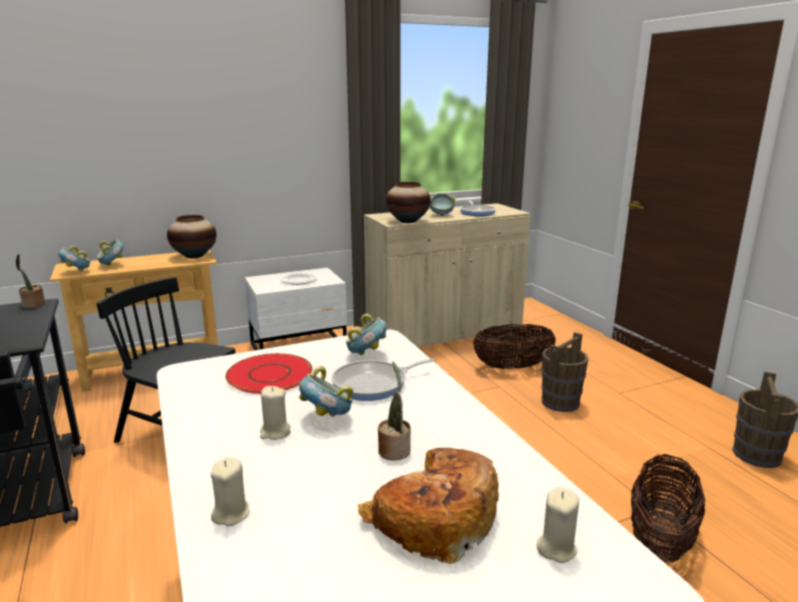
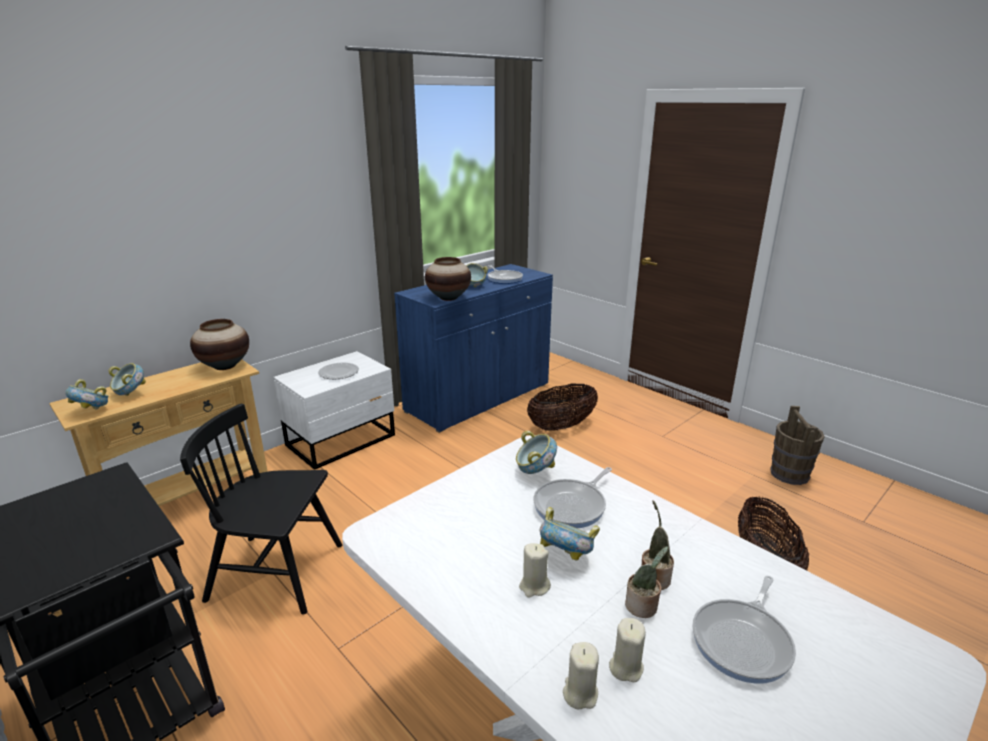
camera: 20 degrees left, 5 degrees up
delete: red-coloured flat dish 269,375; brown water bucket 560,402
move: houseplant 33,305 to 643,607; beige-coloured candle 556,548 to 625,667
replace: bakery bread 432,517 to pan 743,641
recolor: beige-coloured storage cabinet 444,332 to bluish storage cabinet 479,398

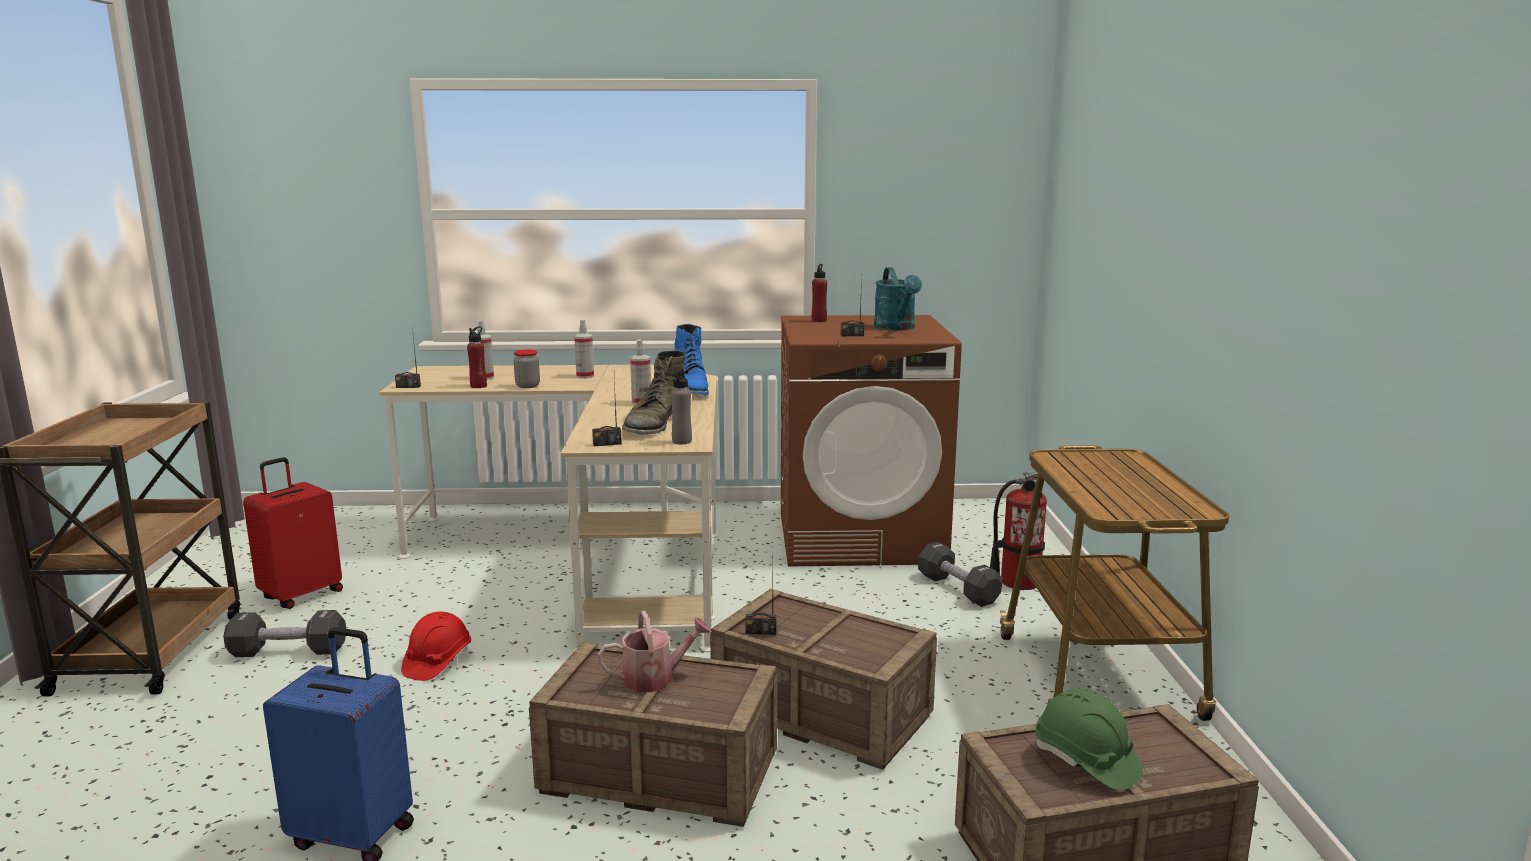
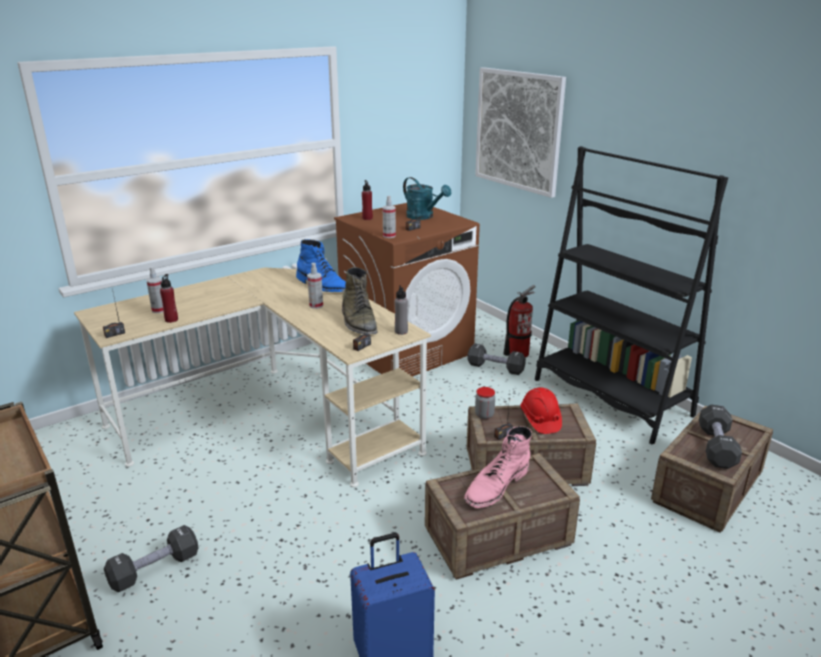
camera: 35 degrees left, 10 degrees up
delete: red-coloured suitcase 301,595
insert: wall art 518,130
move: red-coloured safety helmet 437,662 to 540,420; storage jar 527,386 to 484,415; sprayer 585,376 to 389,236
replace: watering pot 655,678 to pinkish boot 496,486; wheeled cart 1099,679 to black bookshelf 611,397; greenish safety helmet 1085,761 to black free weight 716,447

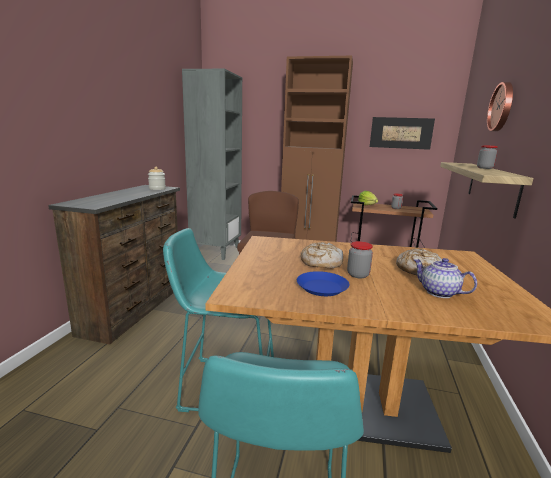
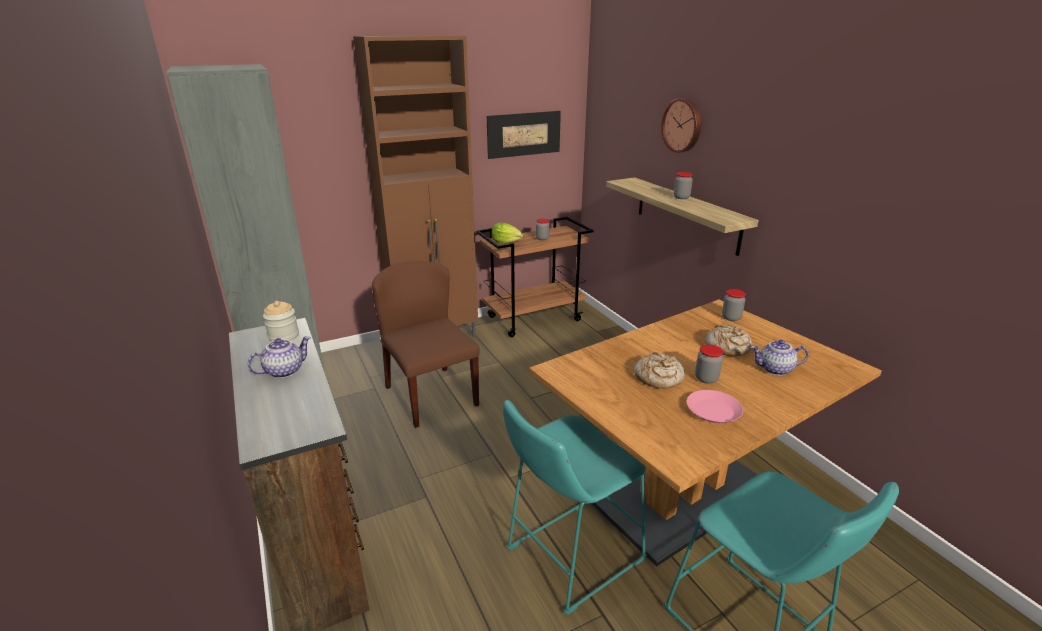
camera: 40 degrees left, 10 degrees up
insert: tea pot 284,371; storage jar 731,317
recolor: bluish flat dish 322,288 to pinkish flat dish 714,411

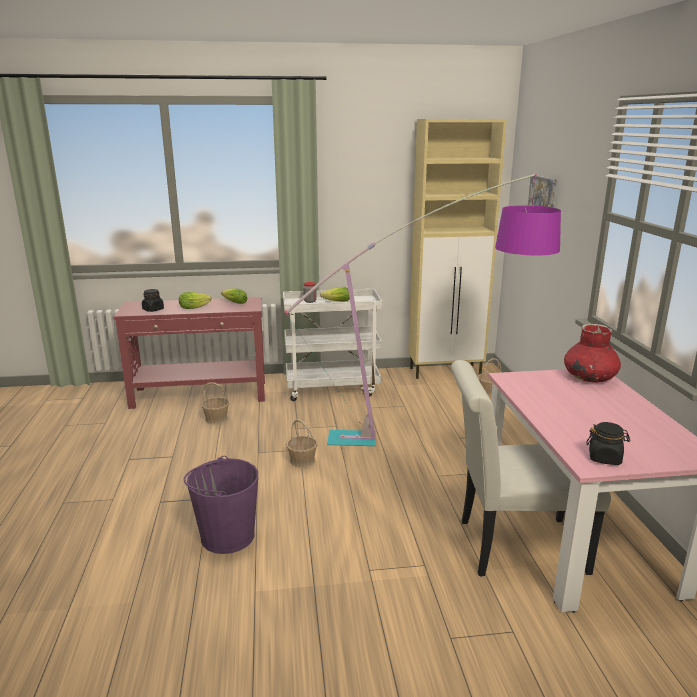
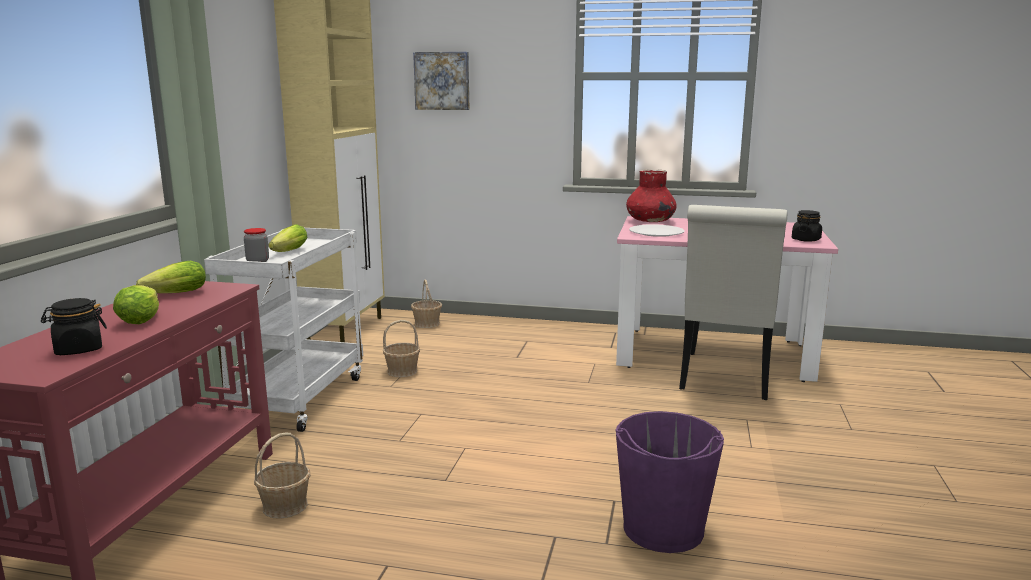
camera: 70 degrees left, 5 degrees down
delete: standing lamp 437,440
insert: white flat dish 656,232
move: storage basket 302,461 to 402,371

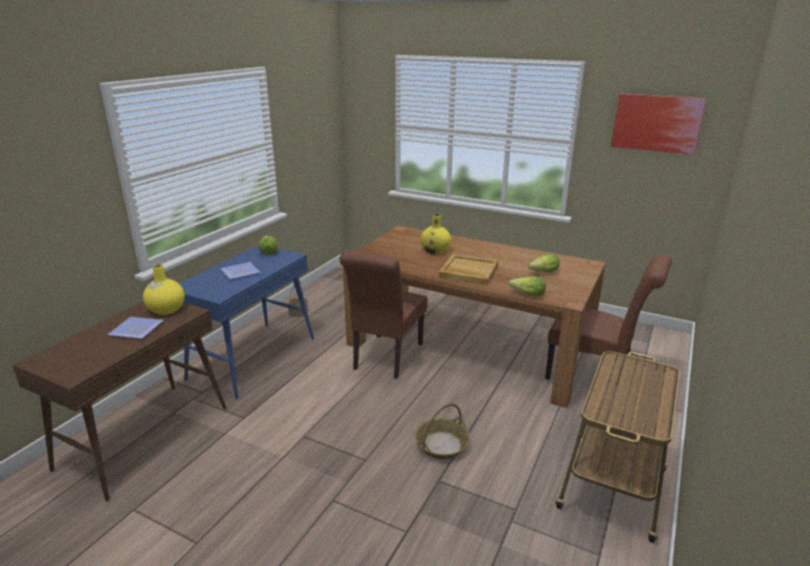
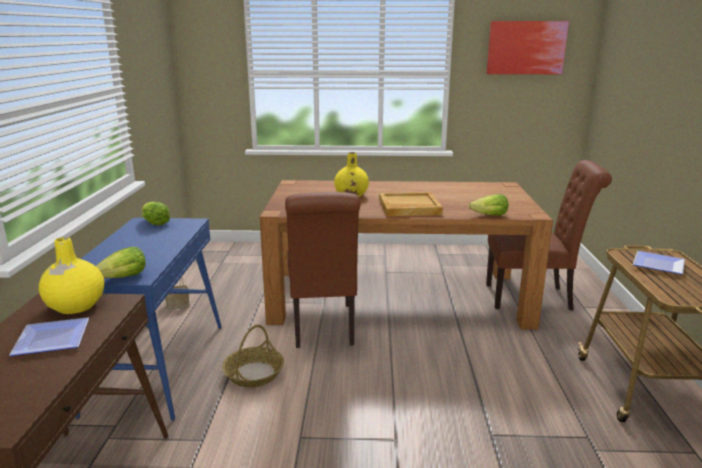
camera: 25 degrees left, 5 degrees down
move: flat dish 239,273 to 660,265; storage basket 442,444 to 254,373; head of lettuce 544,272 to 123,278

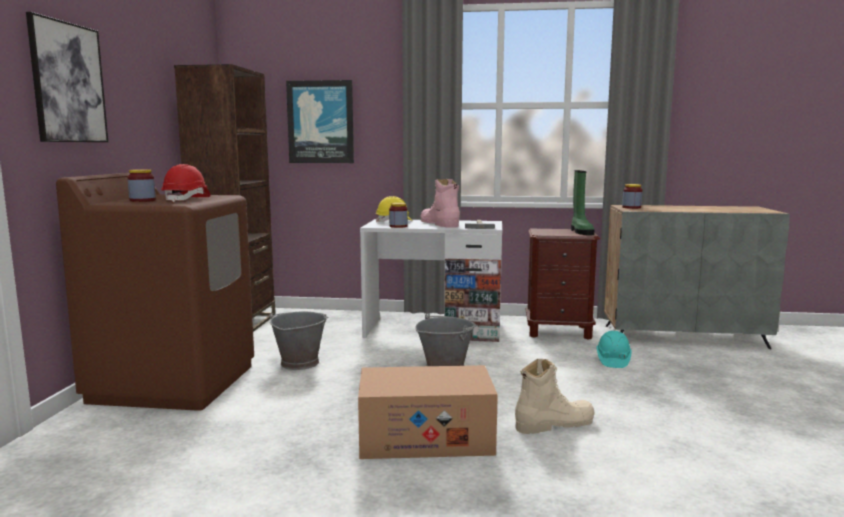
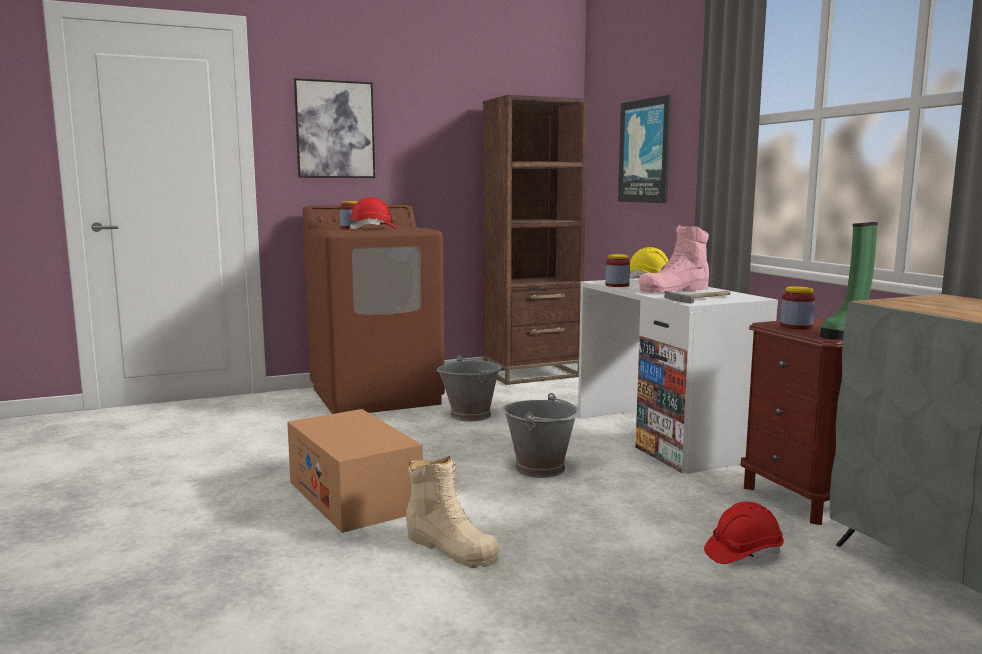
camera: 60 degrees right, 0 degrees up
move: storage jar 631,207 to 796,326
recolor: turquoise-coloured safety helmet 613,360 to red-coloured safety helmet 743,553
rotate: pinkish boot 439,224 = 674,290 150 degrees counterclockwise

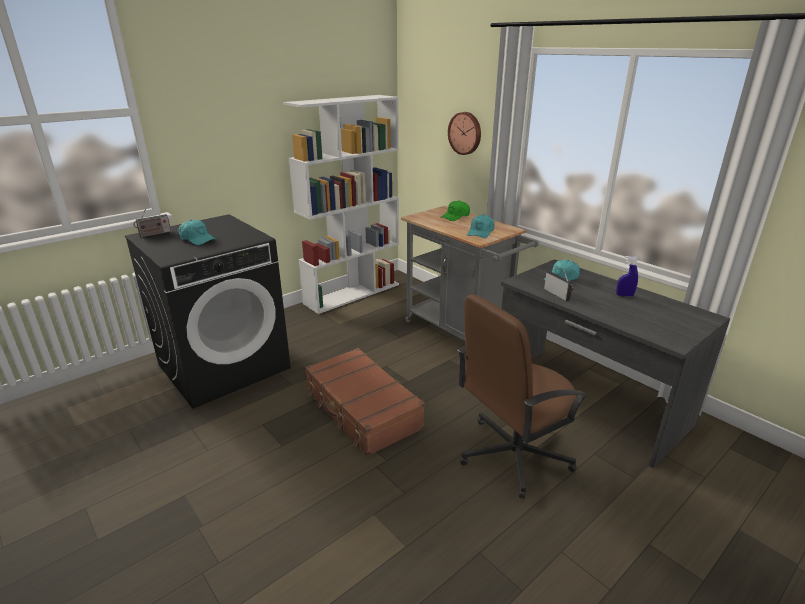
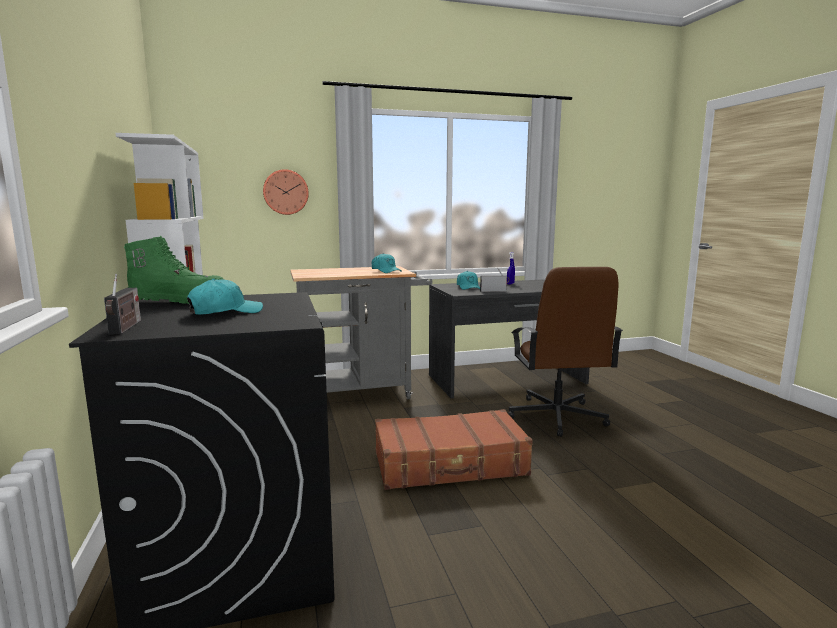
camera: 65 degrees left, 15 degrees down
delete: greenish cap 455,216
insert: greenish boot 180,301

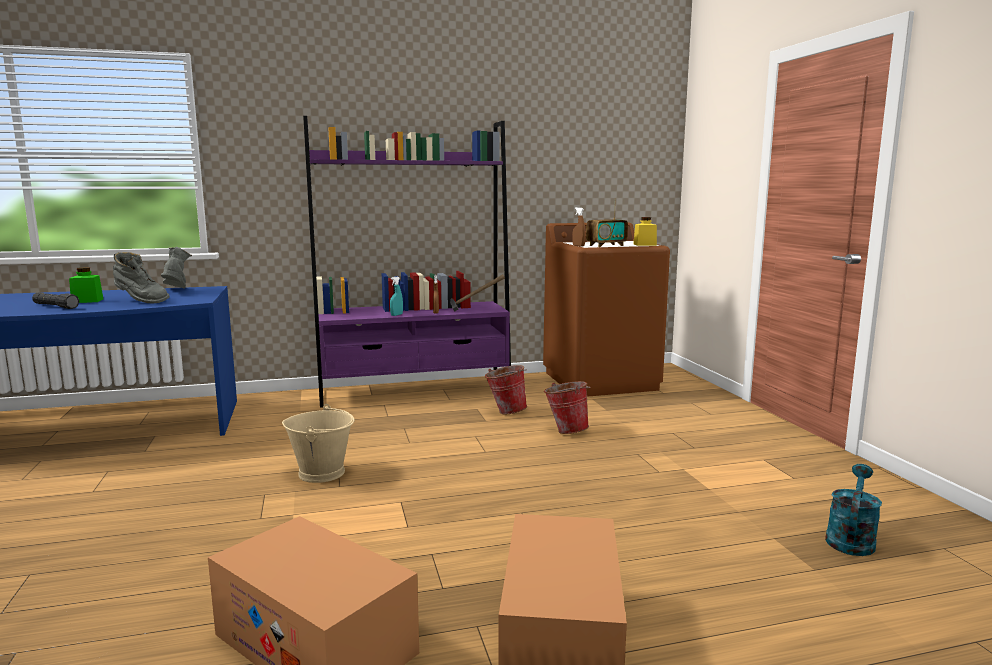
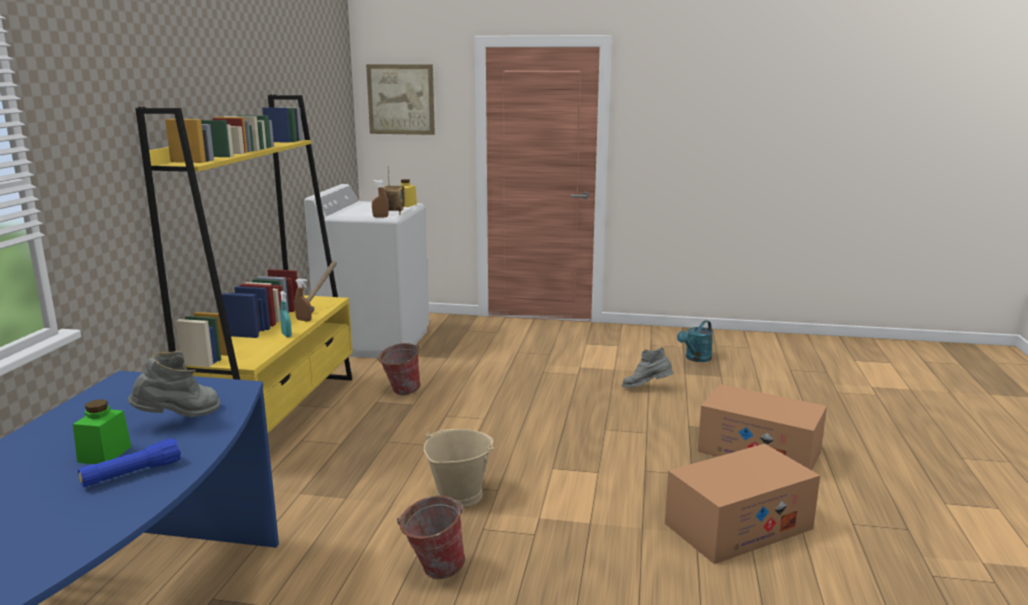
camera: 65 degrees left, 5 degrees up
insert: wall art 401,99
move: gray boot 176,291 to 646,388; water bucket 566,430 to 433,570
recolor: black torch 55,307 to bluish torch 132,474; purple-coloured bookshelf 415,390 to yellowish bookshelf 279,418; brown laundry appliance 601,381 to white laundry appliance 374,341
rotate: turquoise-coloured watering pot 850,538 = 695,359 105 degrees counterclockwise

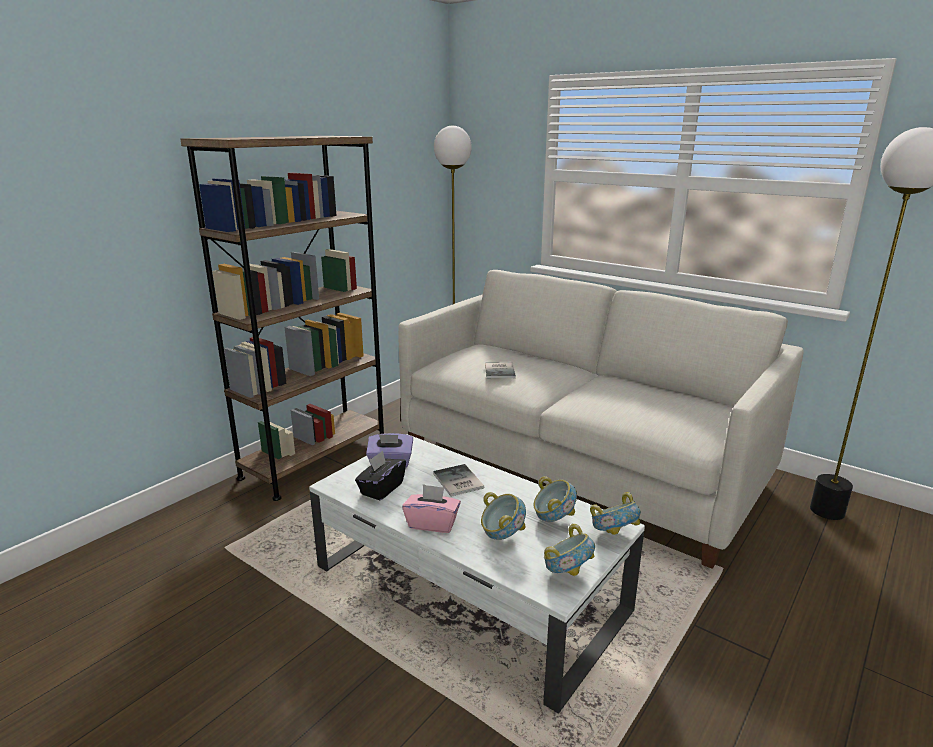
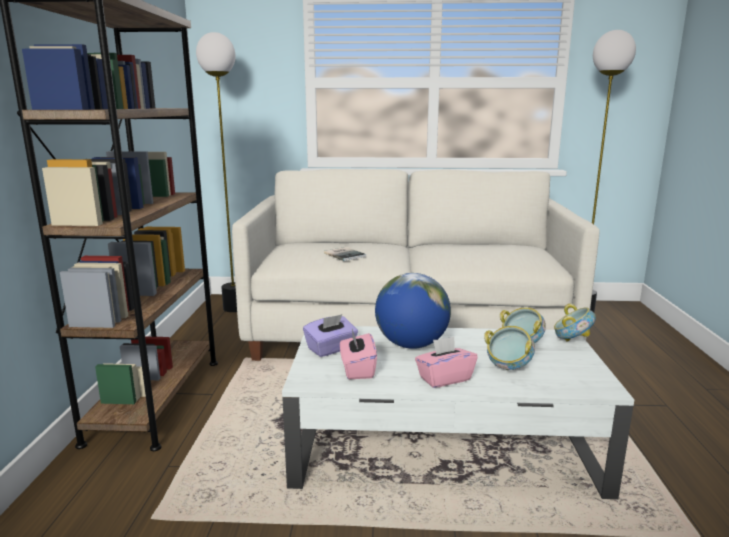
camera: 35 degrees left, 5 degrees down
delete: deep dish 567,573
replace: book 457,482 to globe 411,345
recolor: black box of tissues 381,489 to pinkish box of tissues 357,369

